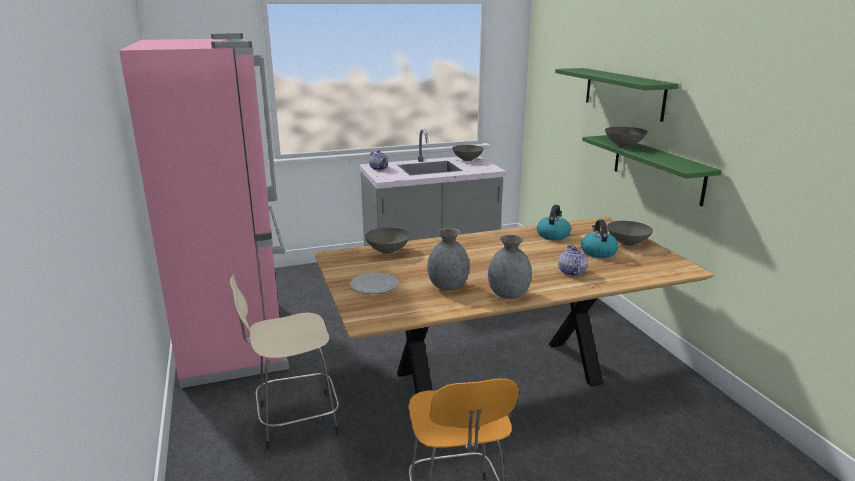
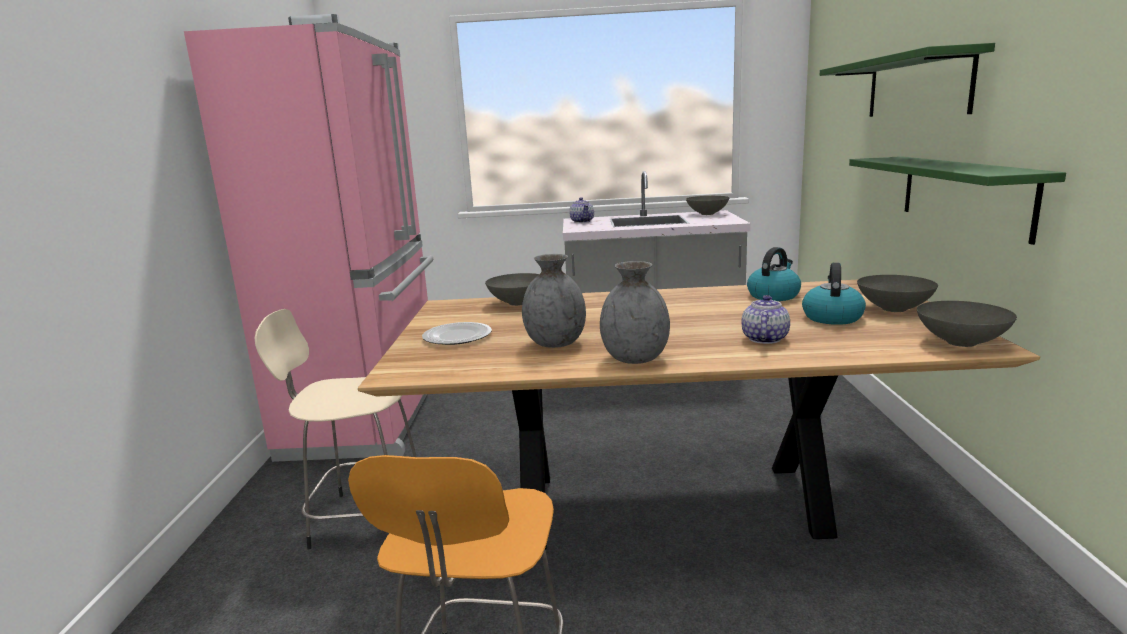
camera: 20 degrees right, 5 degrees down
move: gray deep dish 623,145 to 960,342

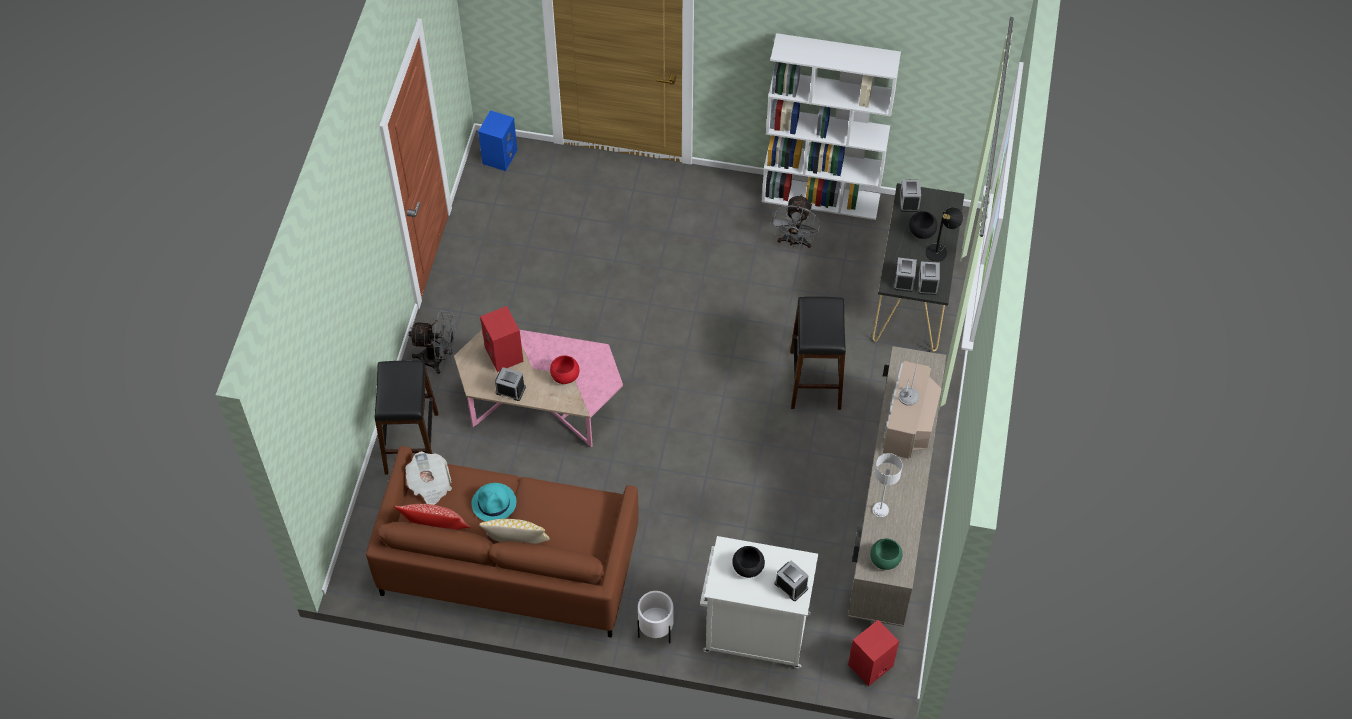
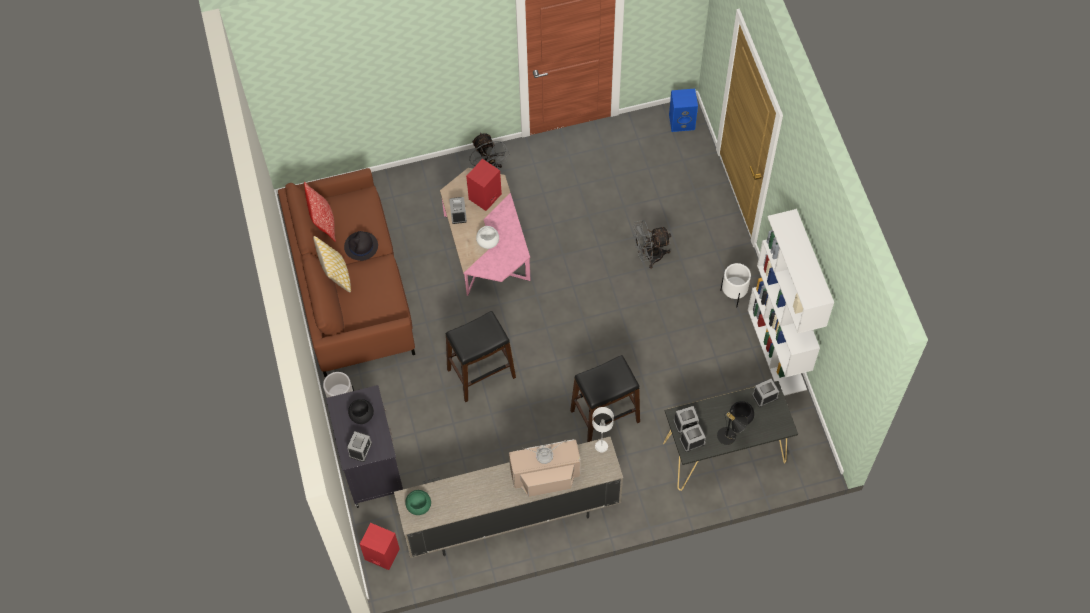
camera: 65 degrees right, 5 degrees up
delete: daily paper 430,485
insert: white planter 733,295
move: black stool 411,443 to 481,373; gray fan 794,242 to 649,256; gray table lamp 880,510 to 601,446
recolor: turquoise-coloured wearable hat 494,503 to black wearable hat 361,246; red-coloured deep dish 564,375 to white deep dish 488,241; white storage cabinet 754,632 to black storage cabinet 371,465

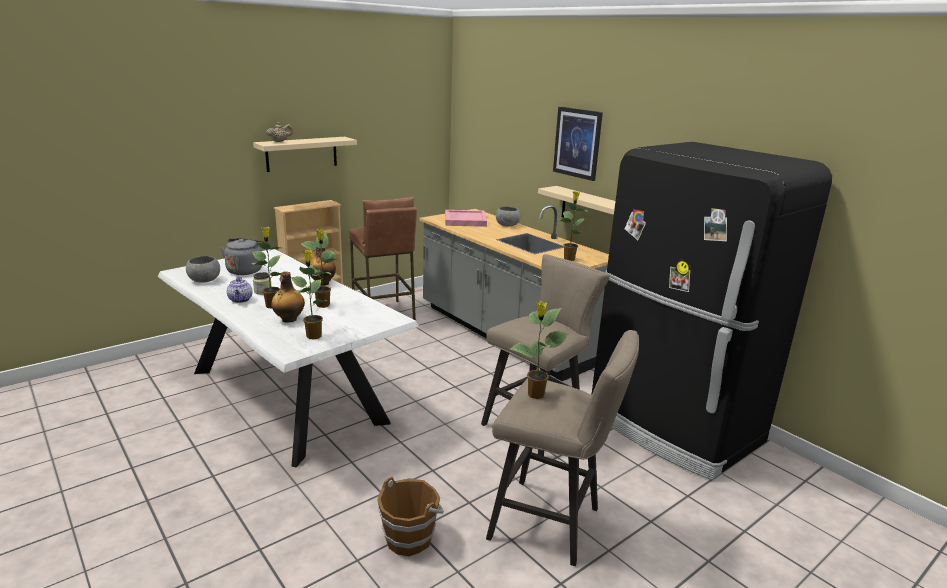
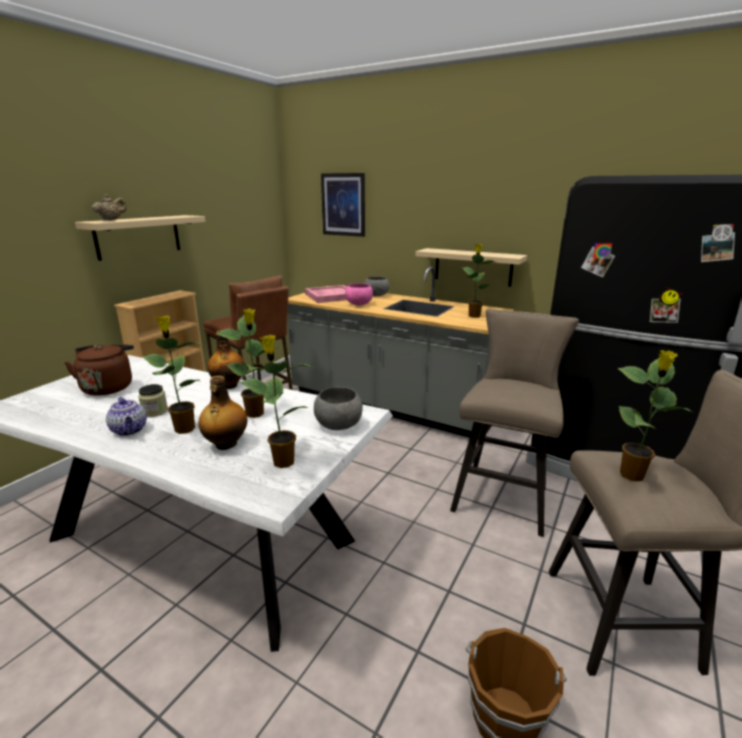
camera: 20 degrees left, 0 degrees up
insert: pinkish deep dish 358,304
move: gray deep dish 205,280 to 338,424; wall art 577,143 to 343,205
recolor: gray kettle 245,270 to brown kettle 108,387

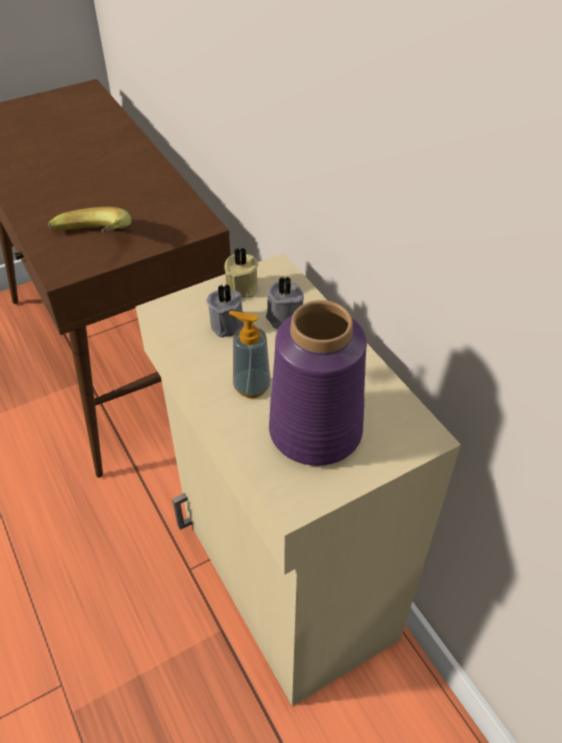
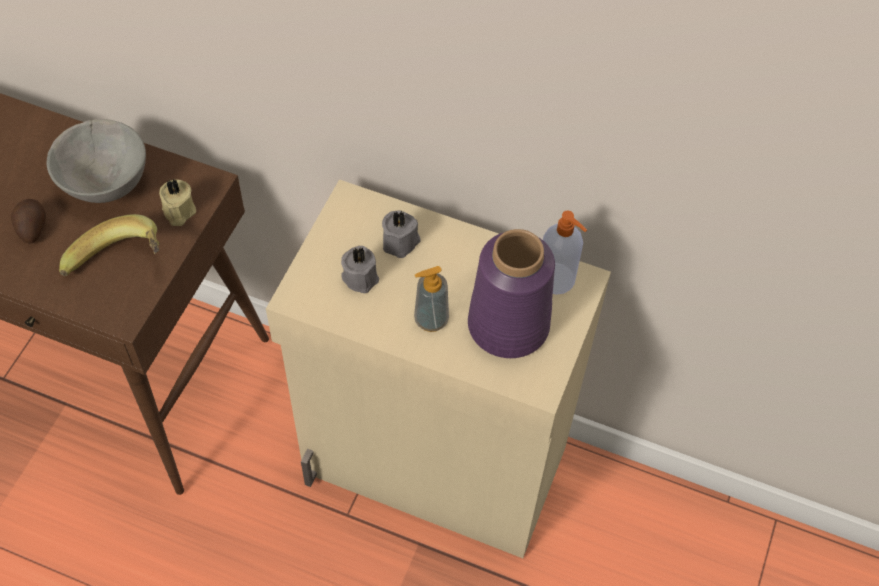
camera: 40 degrees left, 10 degrees up
insert: spud 31,228; gray deep dish 104,184; liquid soap bottle 557,279
move: beige-coloured candle 240,289 to 178,212

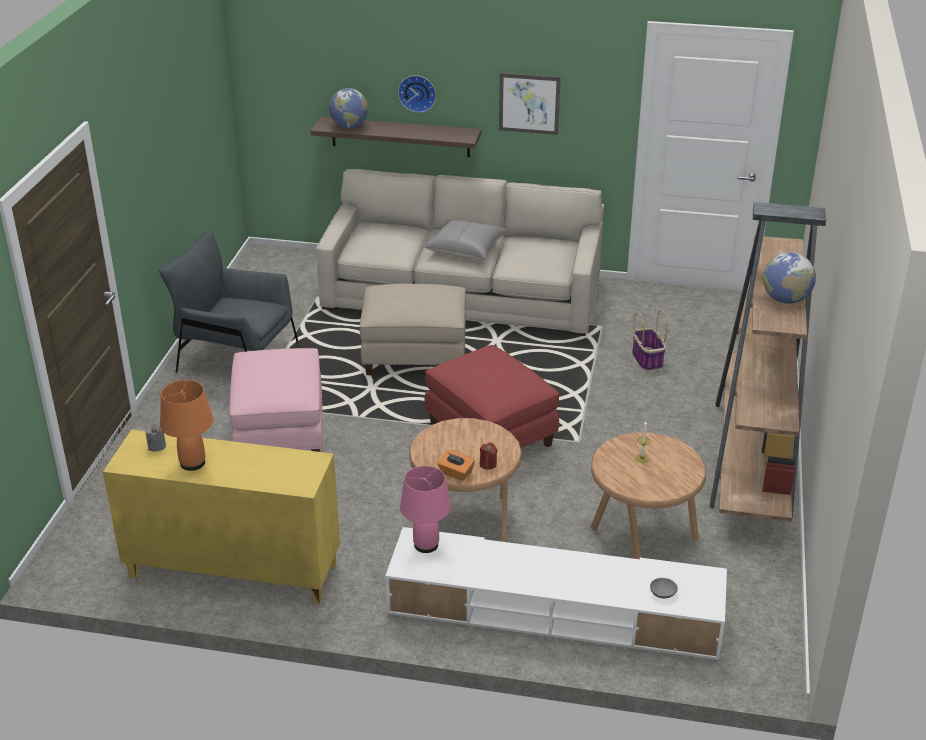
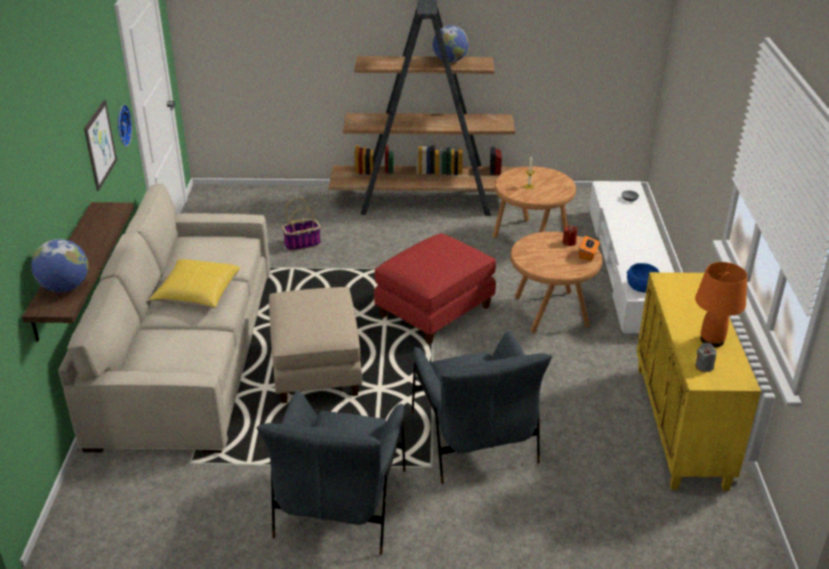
camera: 100 degrees left, 0 degrees up
move: hanging clock 417,92 to 121,125
replace: pinkish footrest 279,432 to gray lounge chair 474,439; pinkish table lamp 426,545 to bluish deep dish 641,287
recolor: gray pillow 466,248 to yellowish pillow 197,293

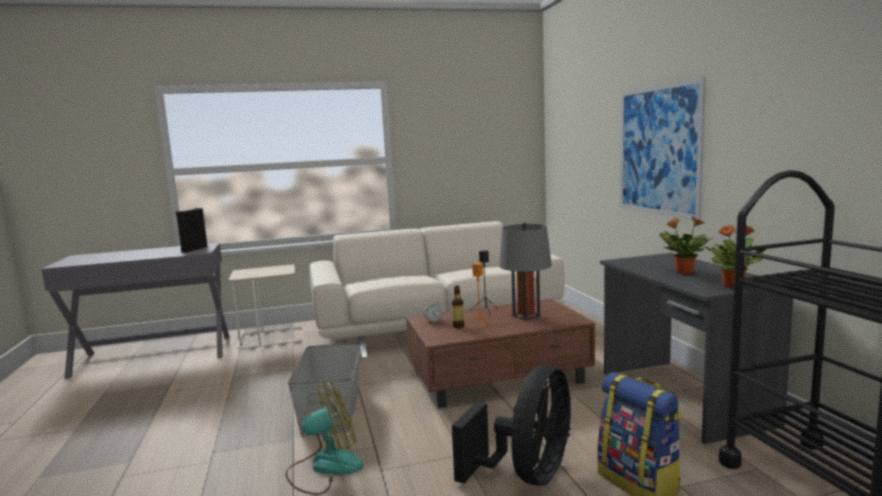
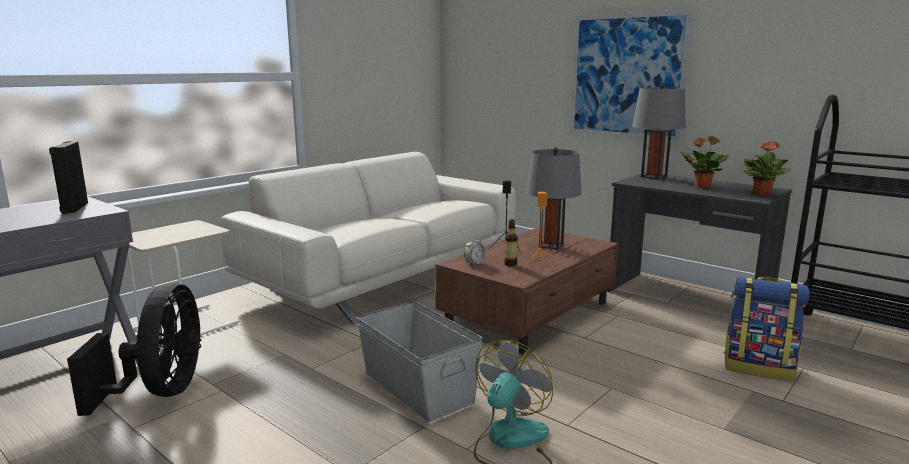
camera: 35 degrees left, 5 degrees up
insert: gray table lamp 653,177
move: black fan 527,474 to 161,391

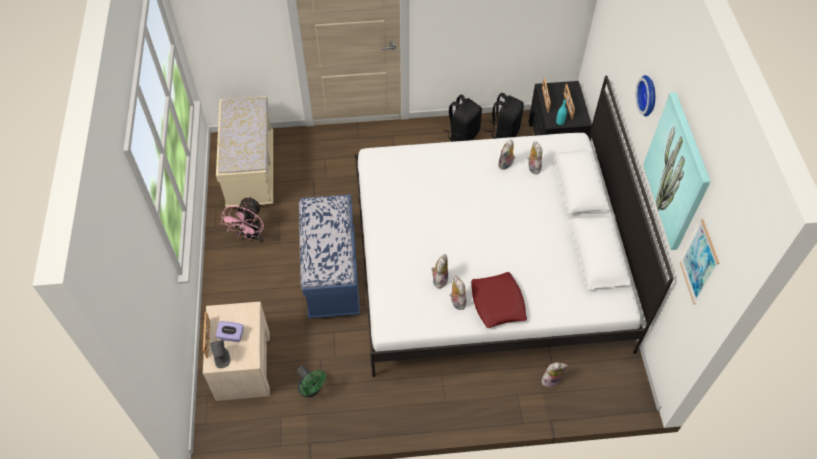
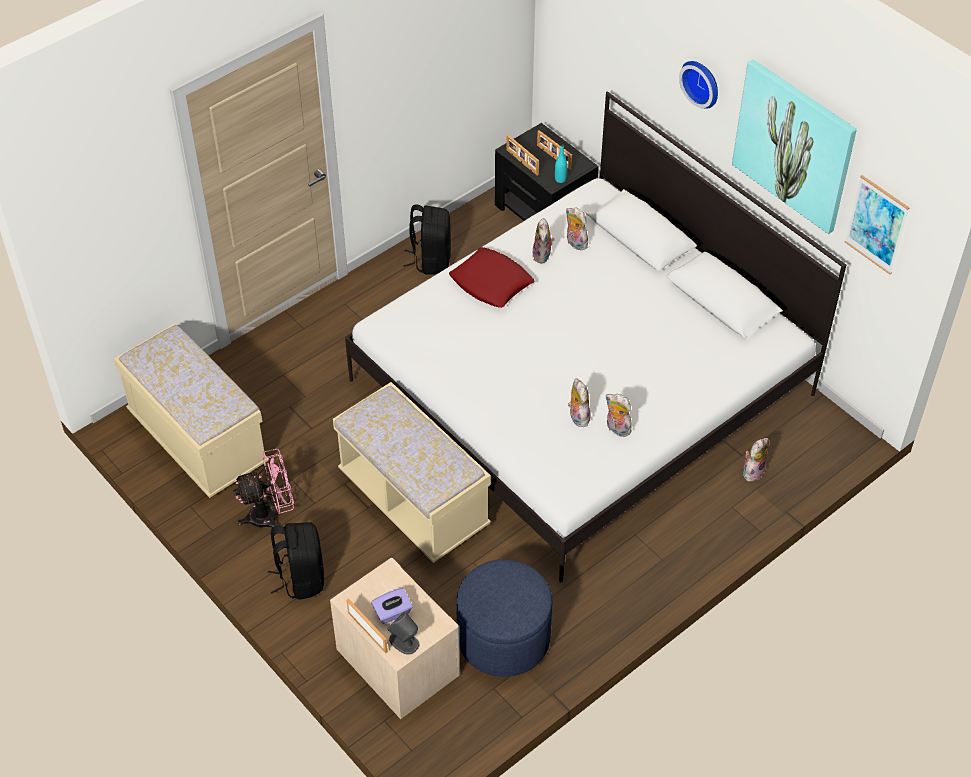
camera: 35 degrees left, 5 degrees down
move: red-coloured pillow 498,303 to 491,283; black rucksack 504,132 to 300,578
replace: greenish fan 311,390 to bluish footrest 503,638
recolor: bluish indoor bench 332,274 to beige-coloured indoor bench 414,501
rotate: pinkish fan 250,236 = 270,515 90 degrees counterclockwise

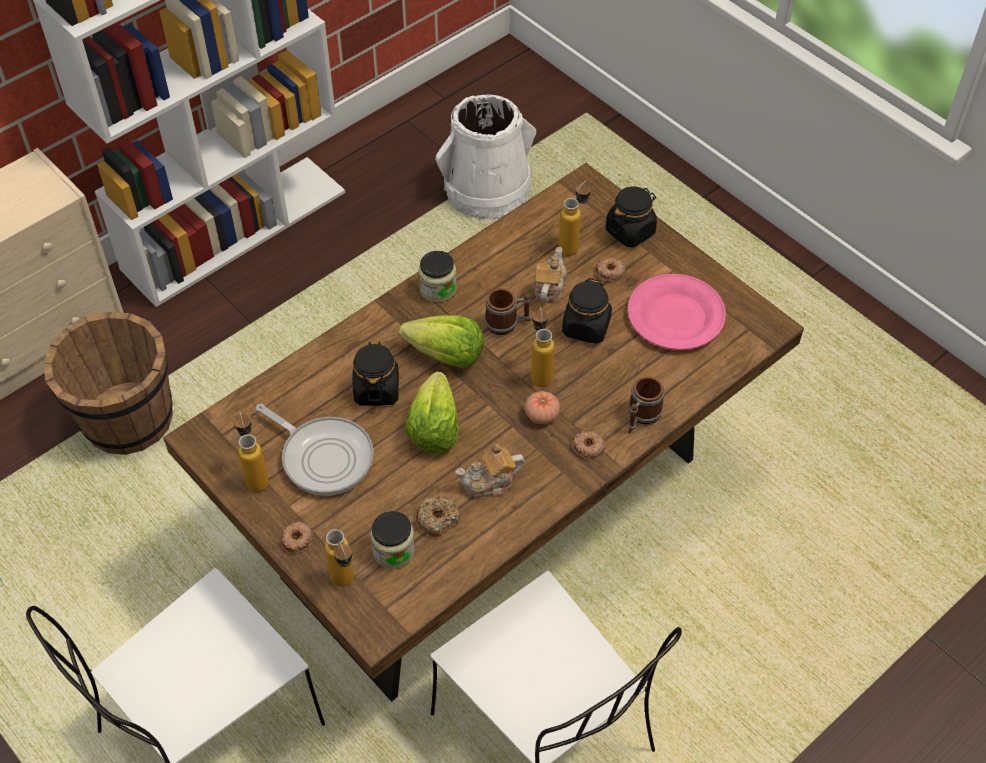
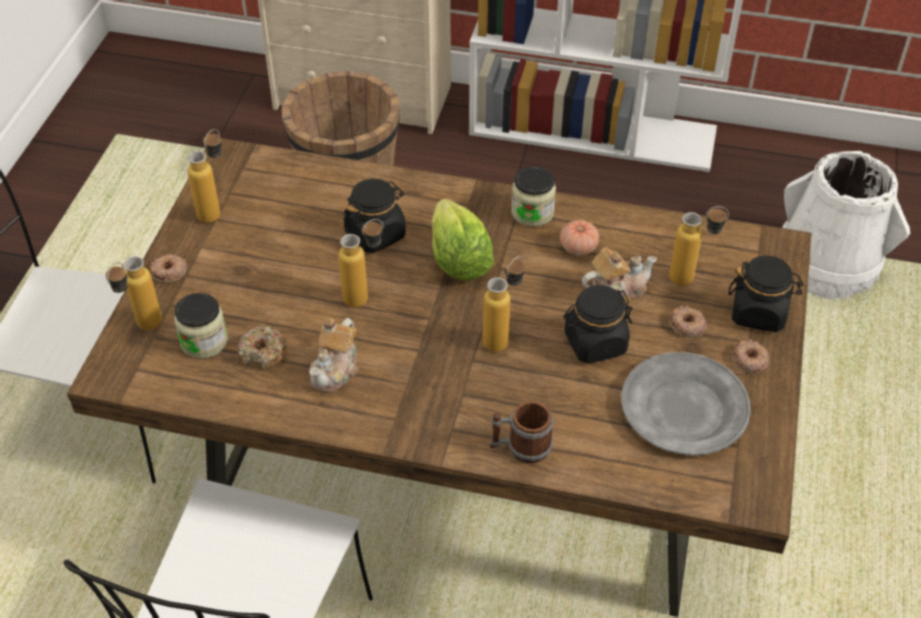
camera: 55 degrees right, 5 degrees down
delete: pan 323,456; mug 507,323
move: tomato 542,415 to 578,247; ring doughnut 588,447 to 749,360
replace: head of lettuce 434,428 to beverage bottle 365,296
recolor: pinkish flat dish 675,316 to gray flat dish 683,408
rotate: tea pot 490,483 = 336,369 105 degrees counterclockwise

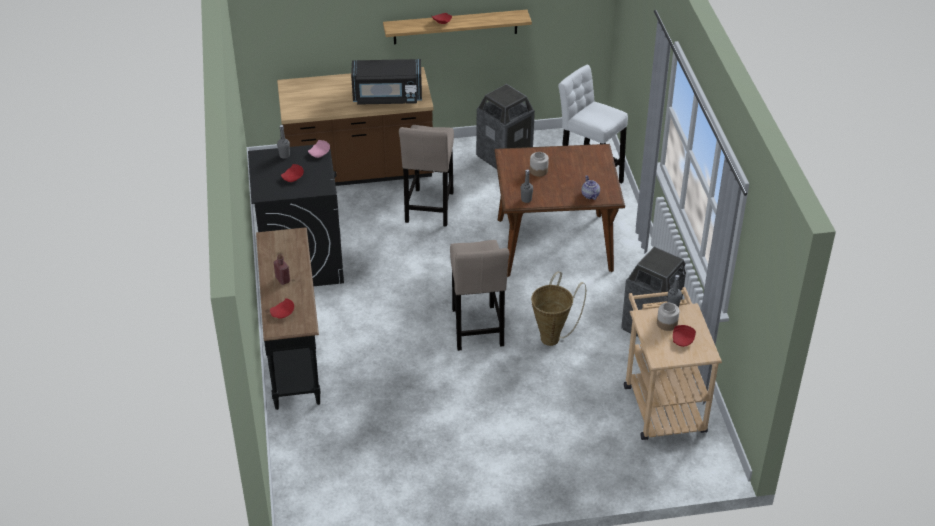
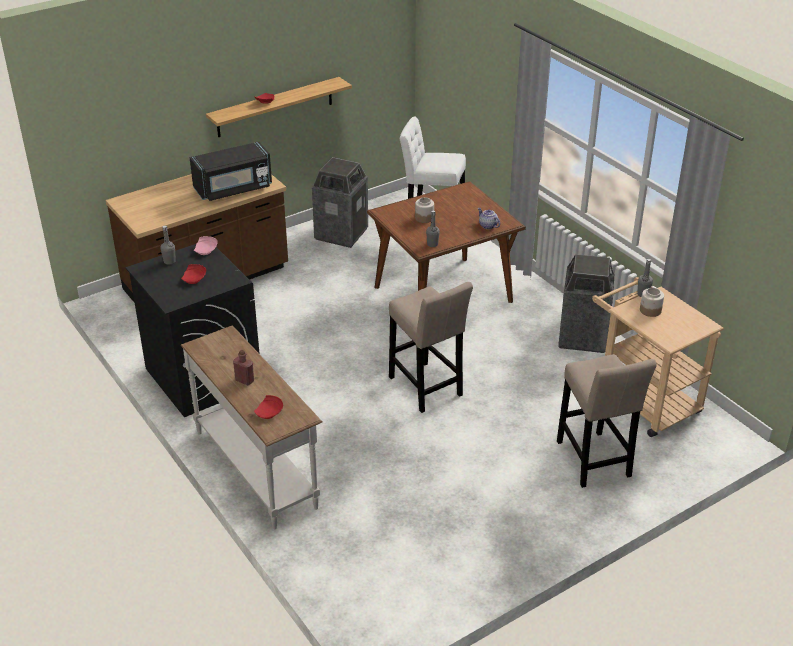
camera: 25 degrees left, 5 degrees down
delete: storage basket 553,336; red-coloured flat dish 683,340
move: beige-coloured stool 429,210 to 594,462
recolor: black console table 294,354 to white console table 257,468

